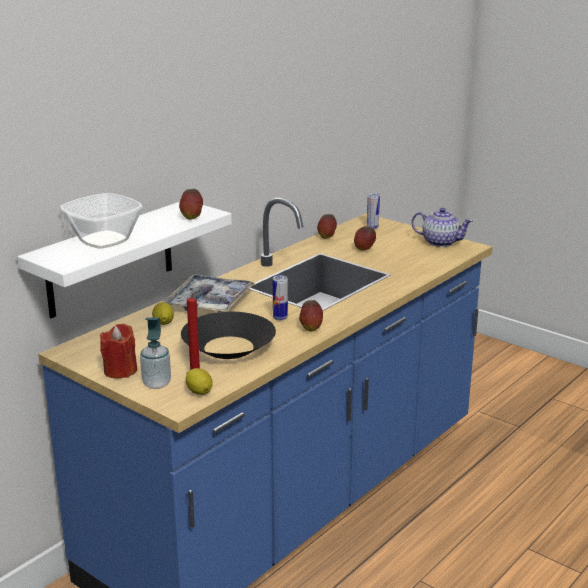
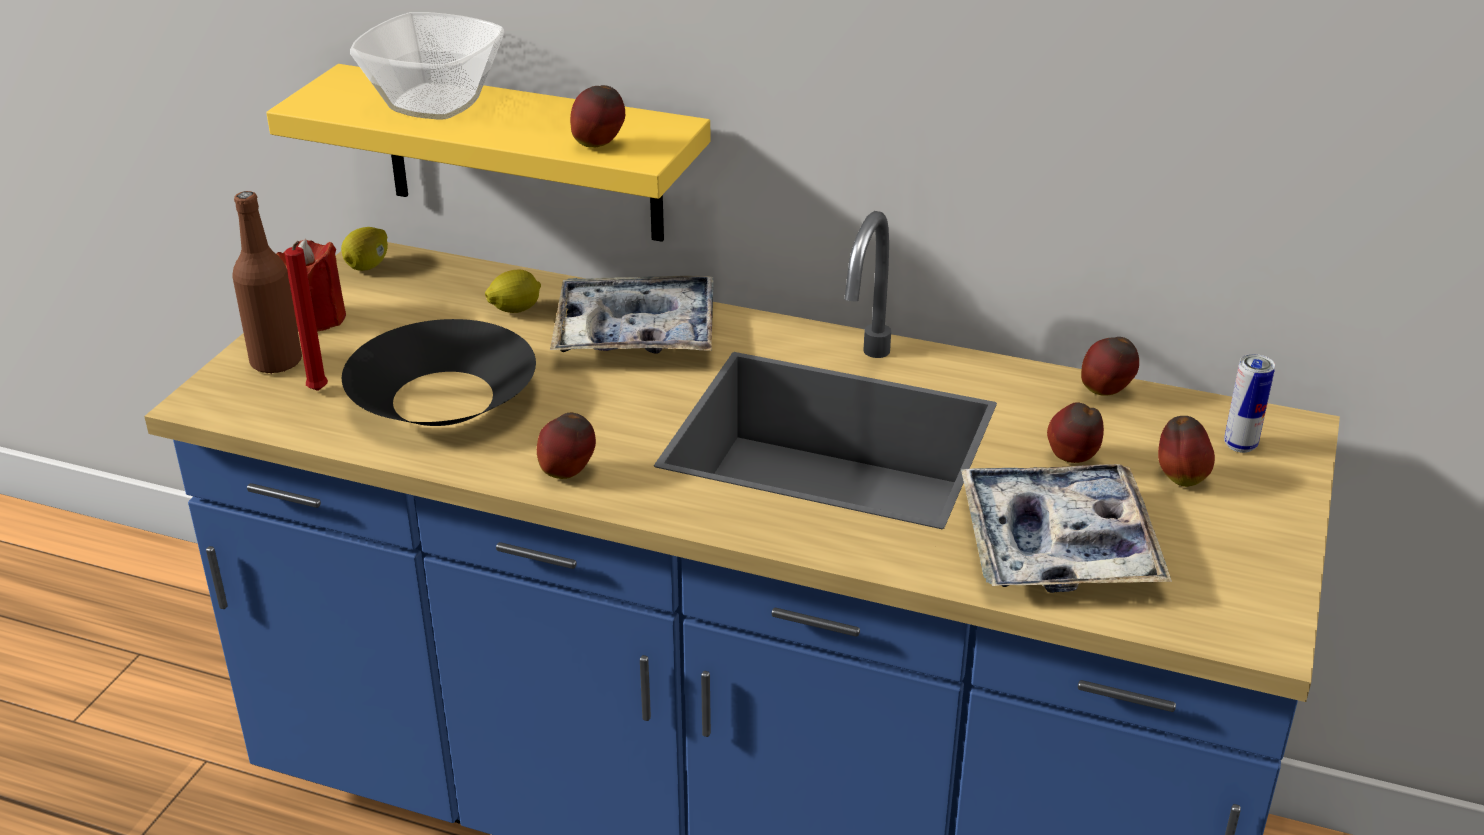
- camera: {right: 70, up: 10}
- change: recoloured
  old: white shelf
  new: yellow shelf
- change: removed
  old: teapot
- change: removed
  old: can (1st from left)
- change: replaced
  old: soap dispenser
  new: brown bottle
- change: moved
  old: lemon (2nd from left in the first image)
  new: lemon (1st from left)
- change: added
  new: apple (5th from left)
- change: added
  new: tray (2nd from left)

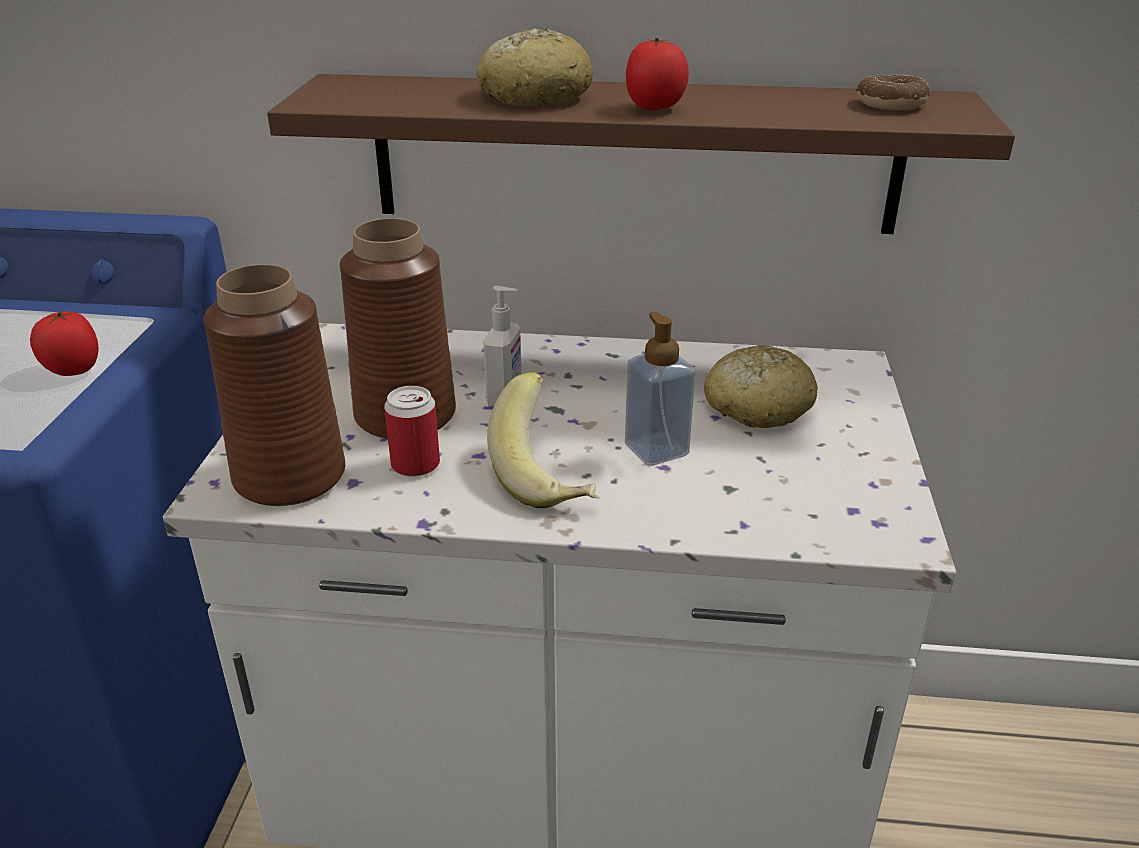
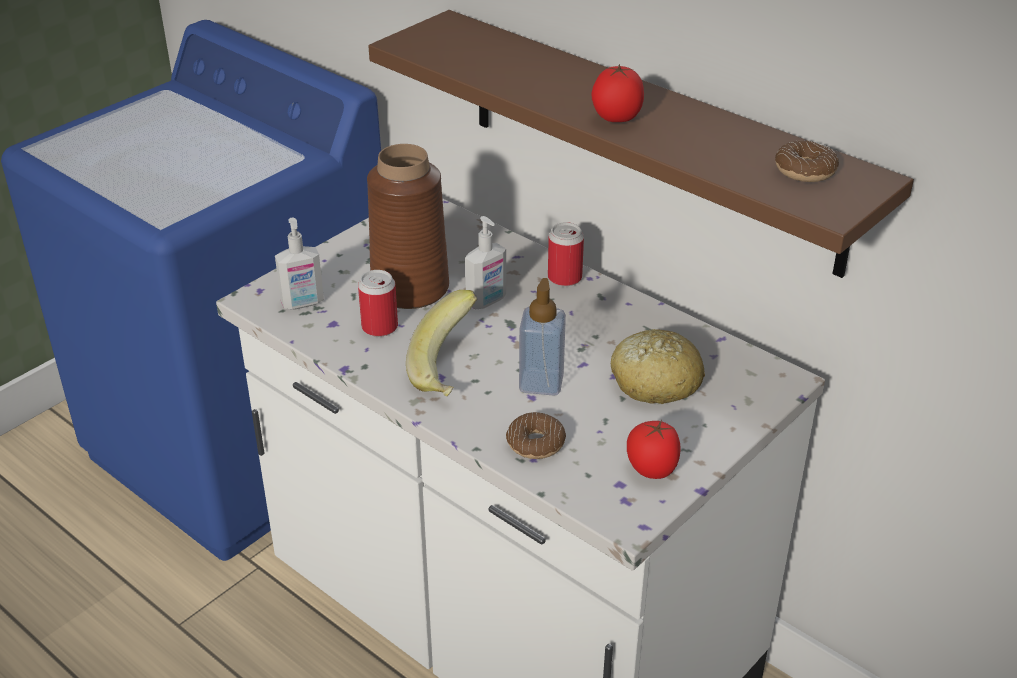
- camera: {right: 35, up: 5}
- change: removed
  old: bread (1st from left)
- change: replaced
  old: brown vase (1st from left)
  new: soap dispenser (1st from left)
- change: moved
  old: tomato (1st from left in the first image)
  new: tomato (2nd from left)
- change: added
  new: can (2nd from left)
- change: added
  new: donut (1st from left)

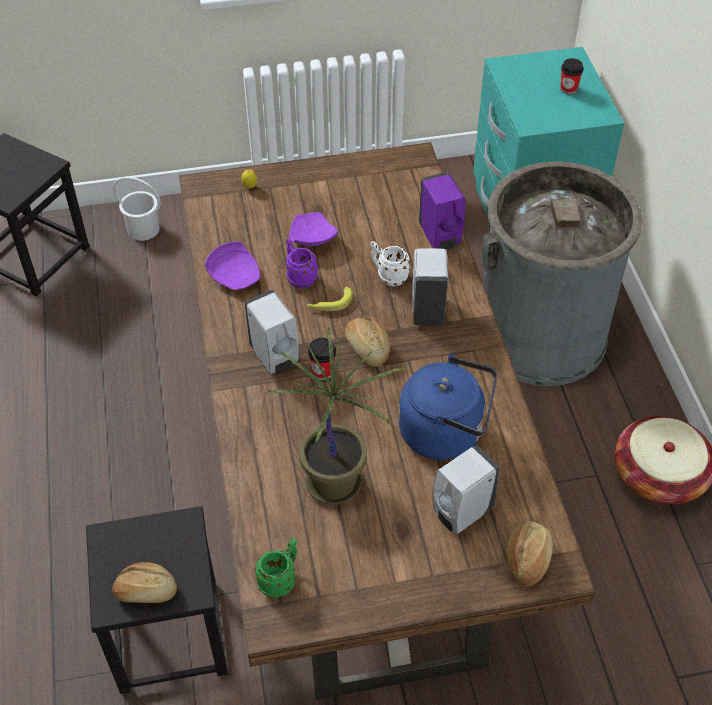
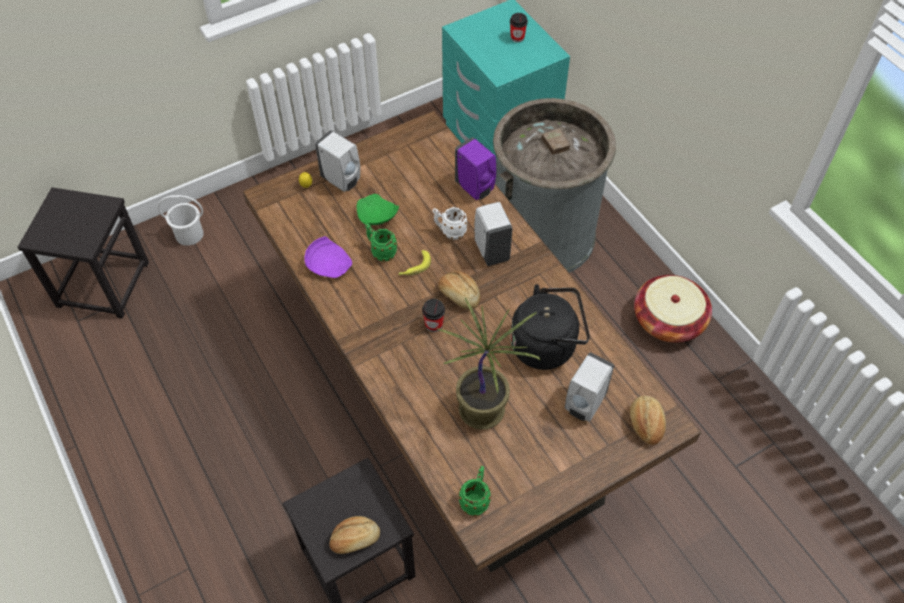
- camera: {right: -20, up: 5}
- change: recoloured
  old: purple plate (2nd from left)
  new: green plate
- change: recoloured
  old: purple mug
  new: green mug (1st from left)
- change: moved
  old: white soap dispenser (1st from left)
- change: recoloured
  old: blue kettle
  new: black kettle

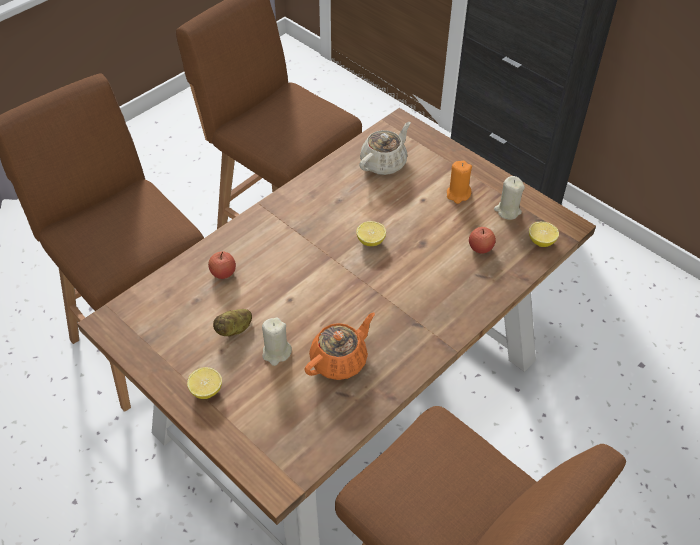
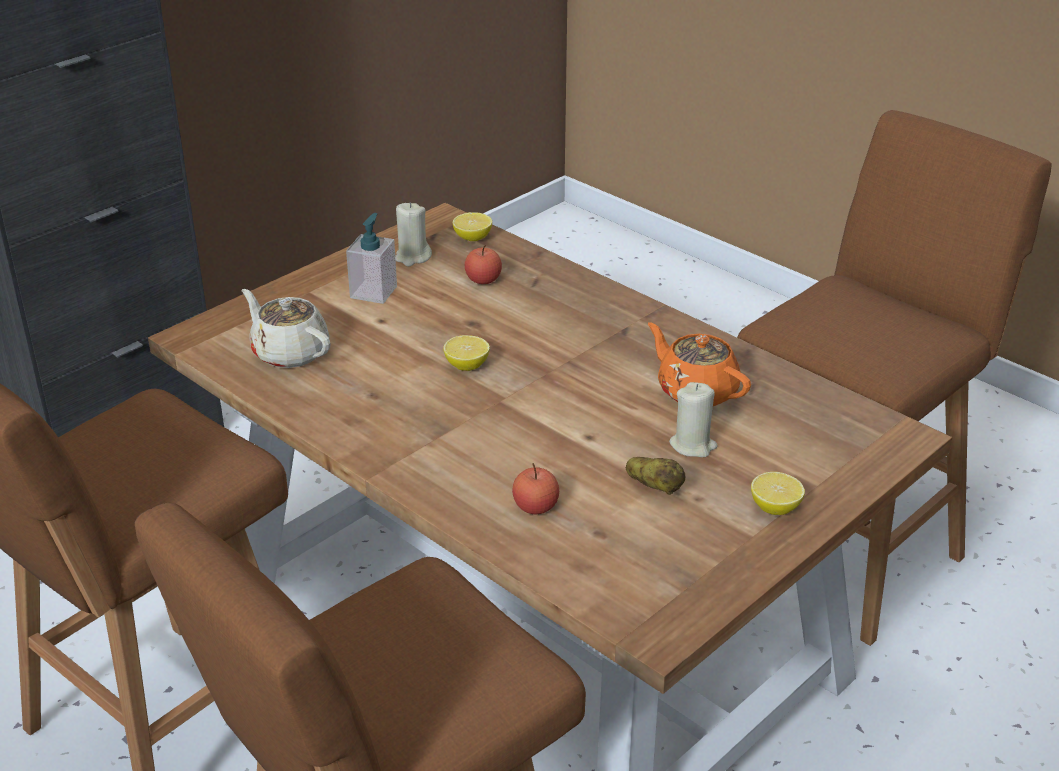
- camera: {right: -90, up: -15}
- change: replaced
  old: orange candle
  new: soap dispenser

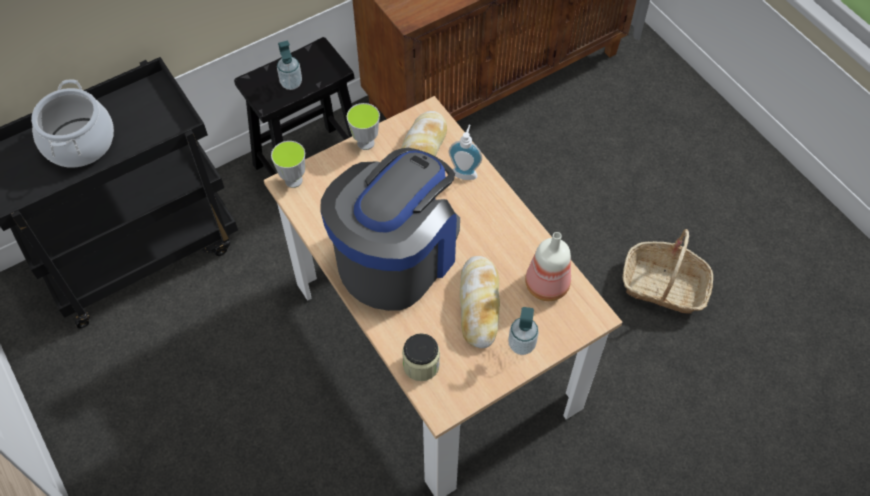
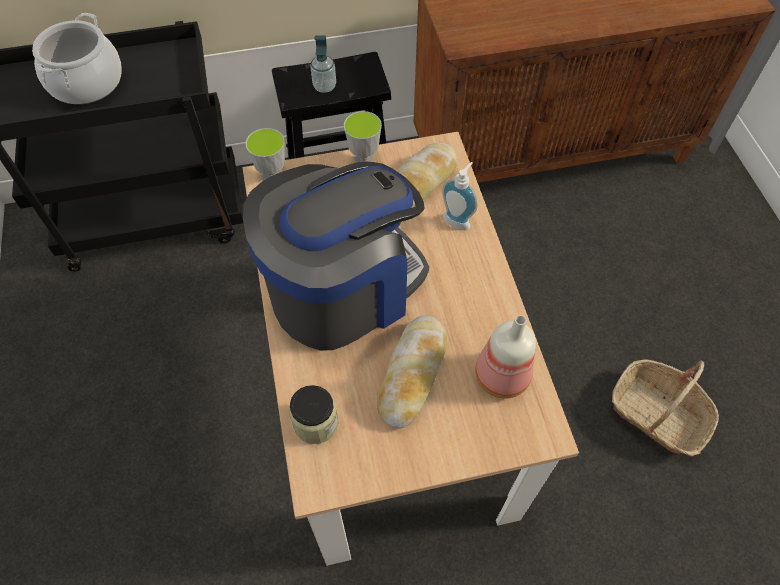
- camera: {right: 20, up: 0}
- change: removed
  old: soap dispenser (3rd from left)

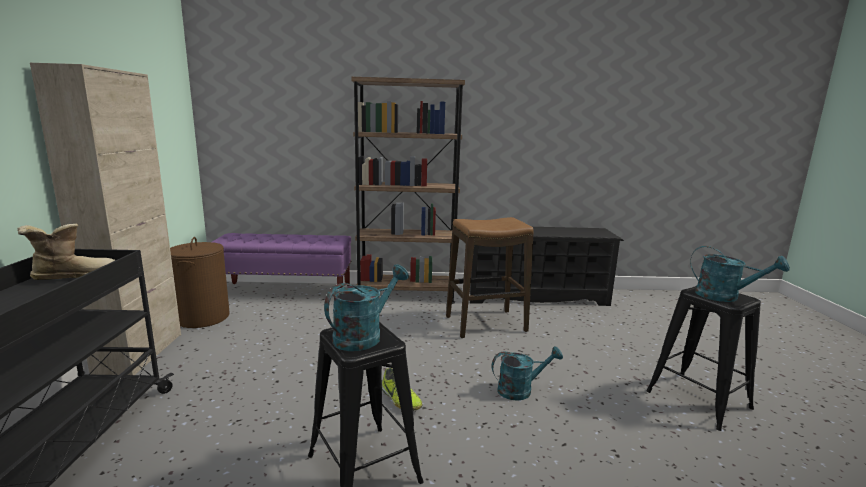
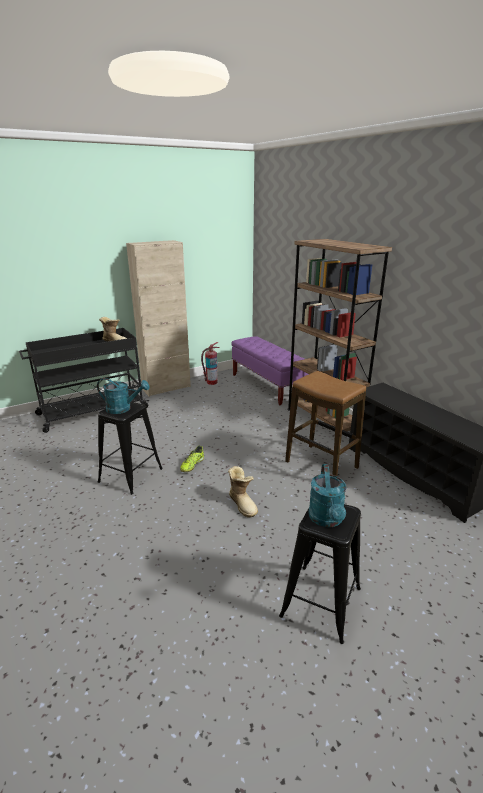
- camera: {right: 60, up: 10}
- change: replaced
  old: brown laundry basket
  new: fire extinguisher
- change: replaced
  old: turquoise watering can (2nd from left)
  new: boot (2nd from left)

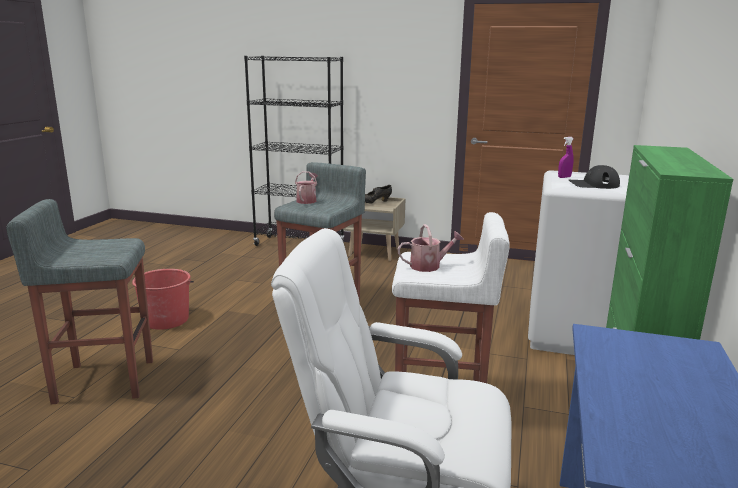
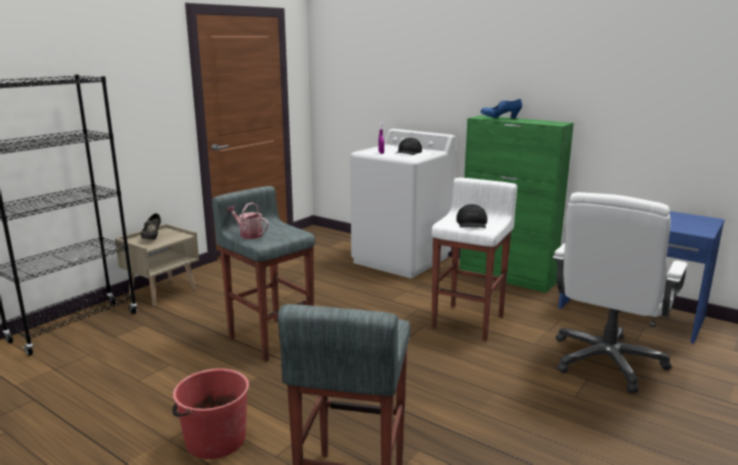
- camera: {right: -70, up: 0}
- change: replaced
  old: watering can (2nd from left)
  new: black cap (2nd from left)
- change: added
  new: blue shoe

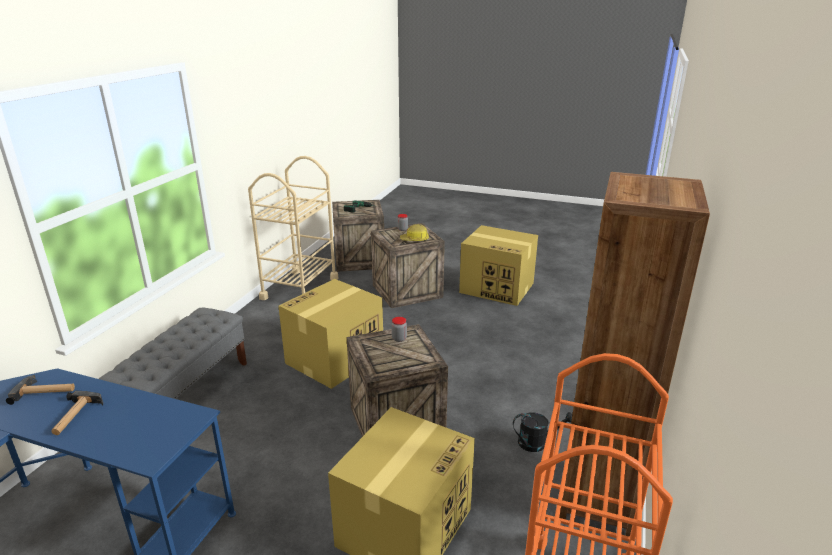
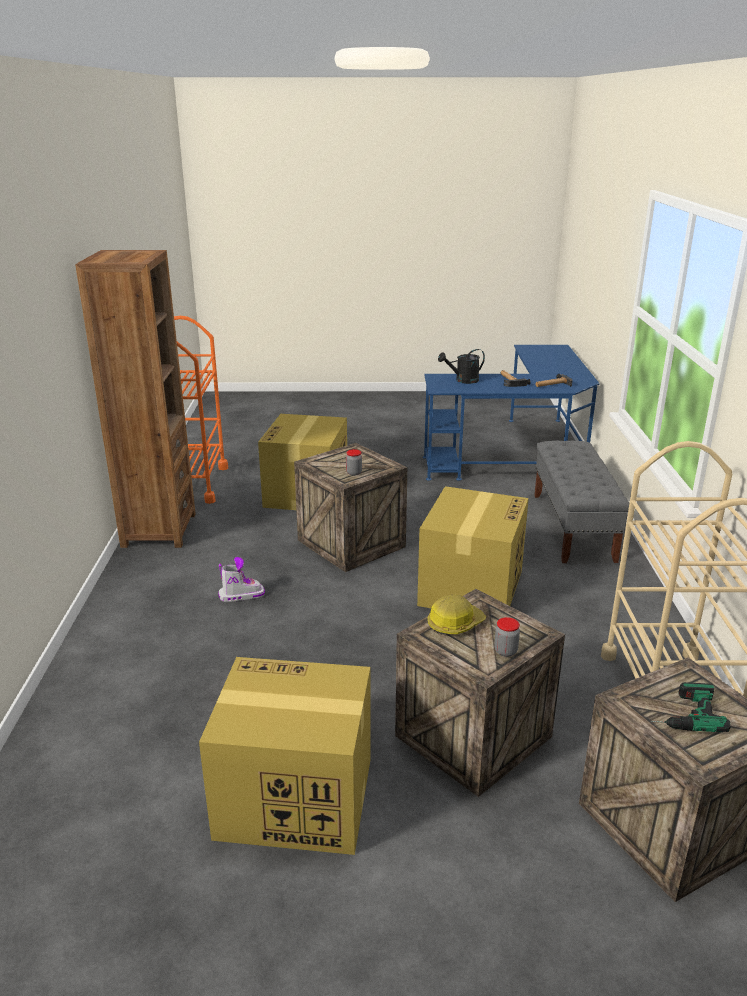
- camera: {right: 160, up: 0}
- change: moved
  old: black watering can
- change: added
  new: boot

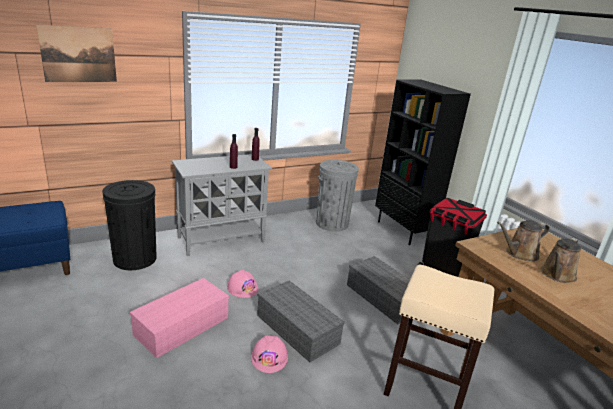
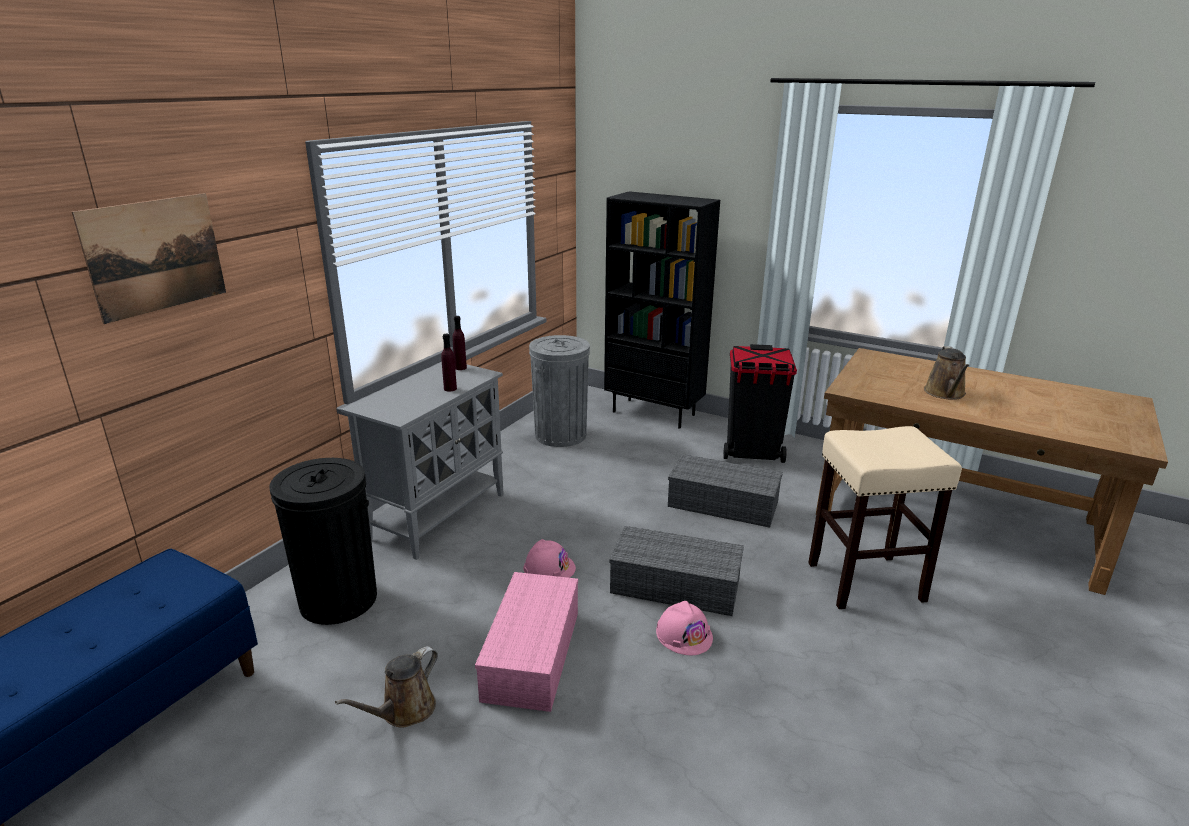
- camera: {right: -30, up: 0}
- change: moved
  old: brown watering can (1st from left)

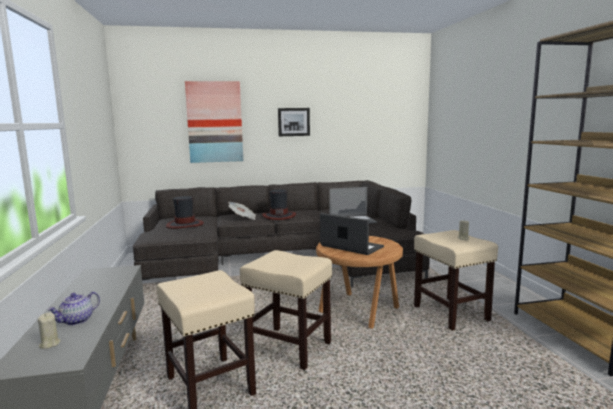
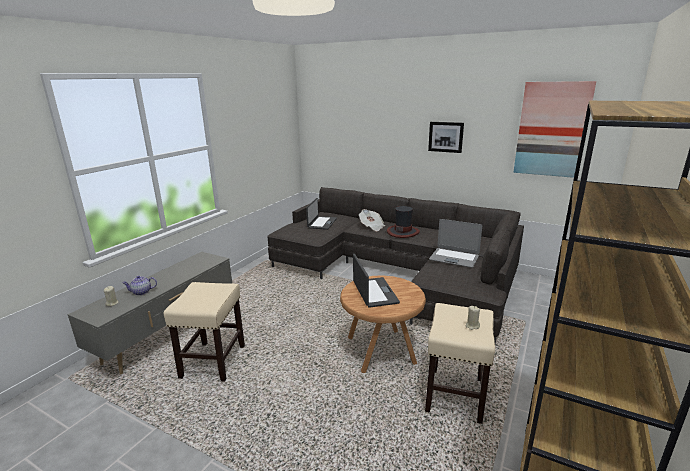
- camera: {right: 40, up: 10}
- change: moved
  old: picture (1st from left in the first image)
  new: picture (2nd from left)
- change: replaced
  old: hat (1st from left)
  new: laptop (1st from left)
- change: removed
  old: beige stool (2nd from left)

